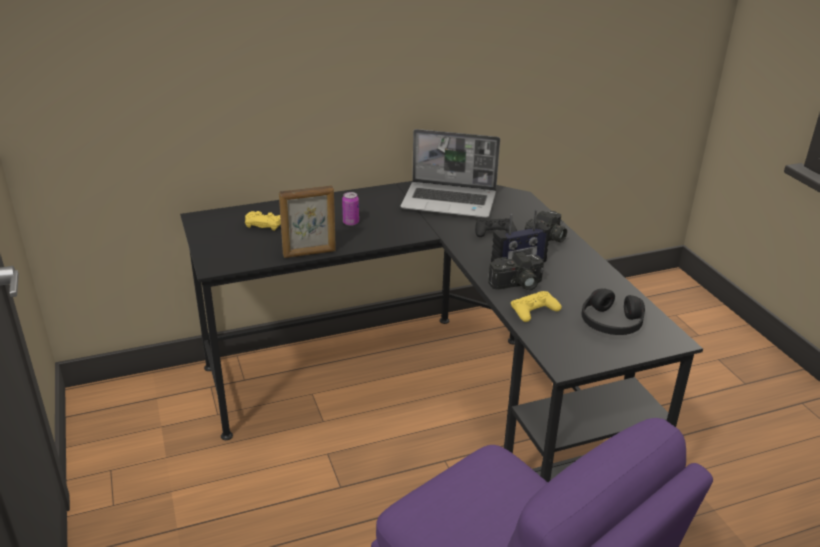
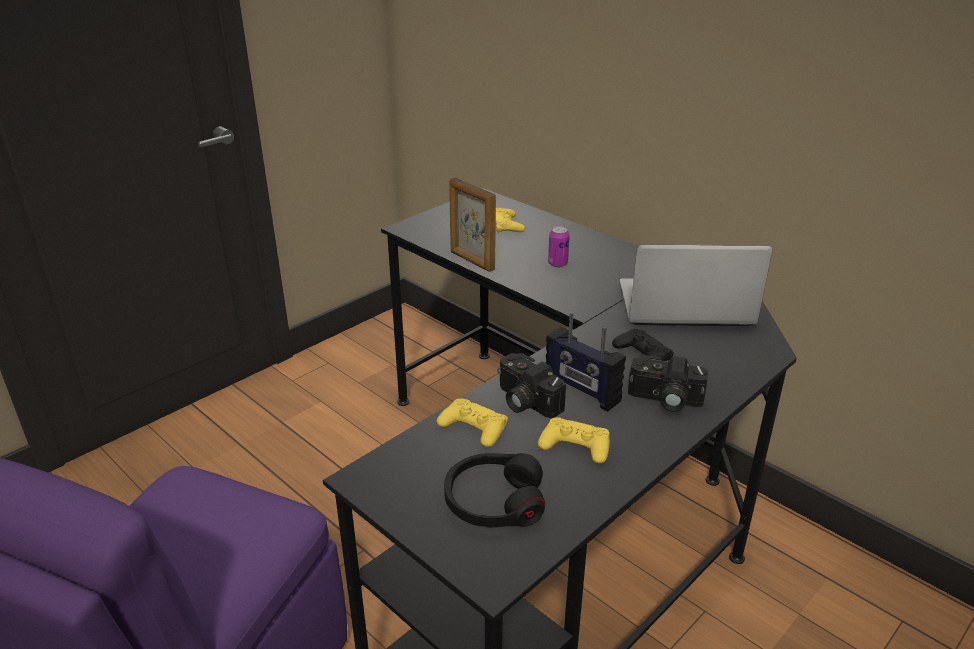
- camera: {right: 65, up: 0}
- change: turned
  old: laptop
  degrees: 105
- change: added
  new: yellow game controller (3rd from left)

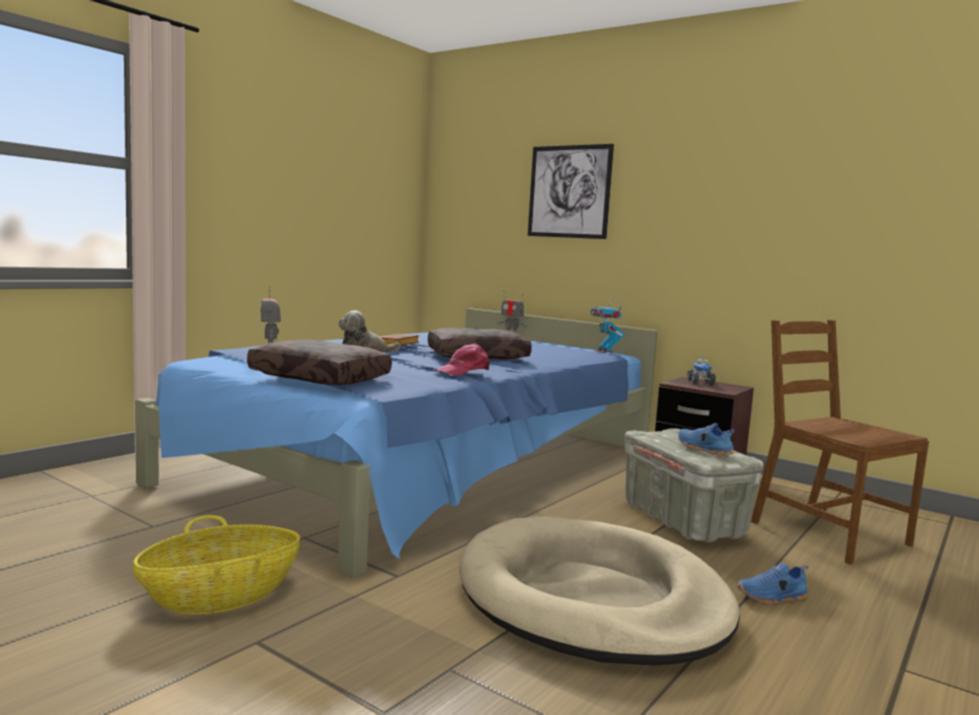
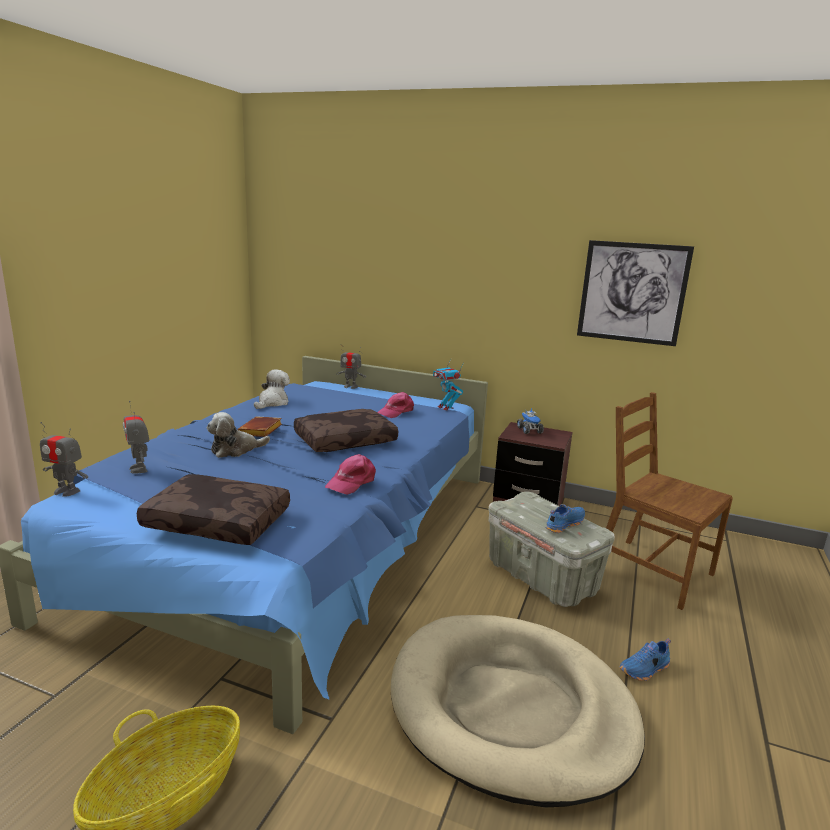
- camera: {right: -15, up: 10}
- change: moved
  old: picture
- change: turned
  old: blue shoe (1st from left)
  degrees: 105
- change: added
  new: plush toy (2nd from left)
- change: added
  new: pink cap (2nd from left)
- change: added
  new: toy robot (1st from left)

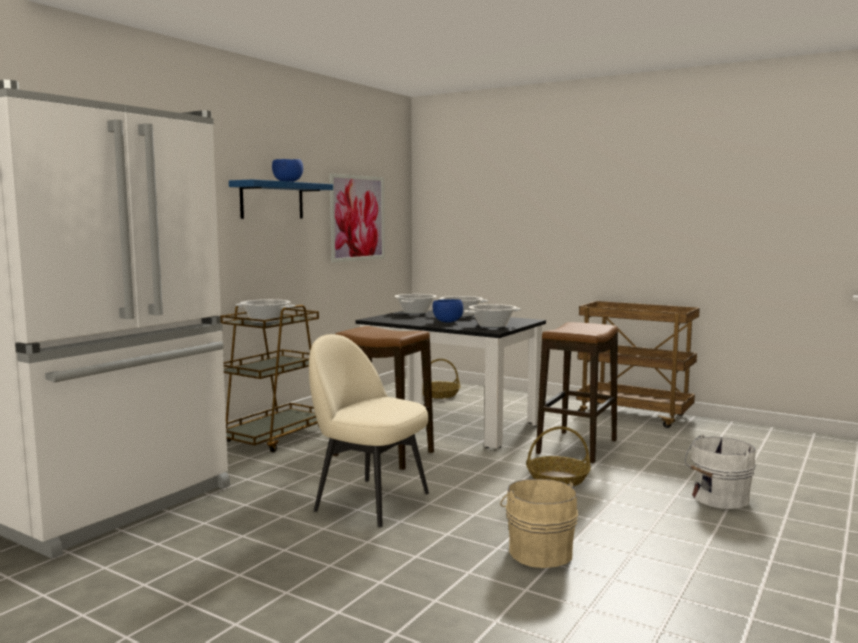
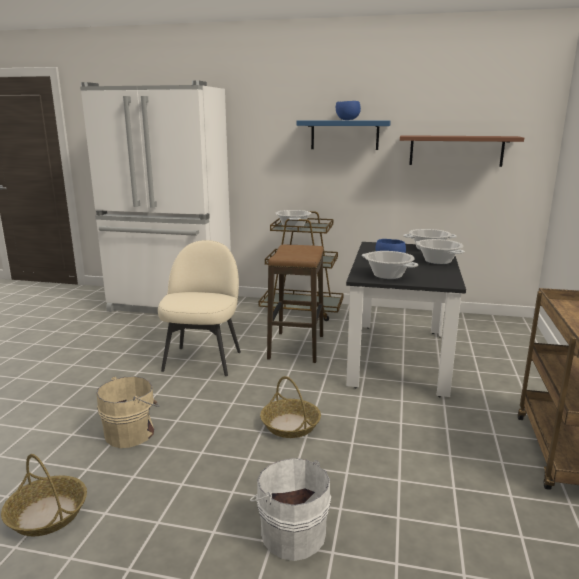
- camera: {right: 70, up: 10}
- change: replaced
  old: picture
  new: brown shelf
- change: removed
  old: stool (2nd from left)
- change: moved
  old: basket (1st from left)

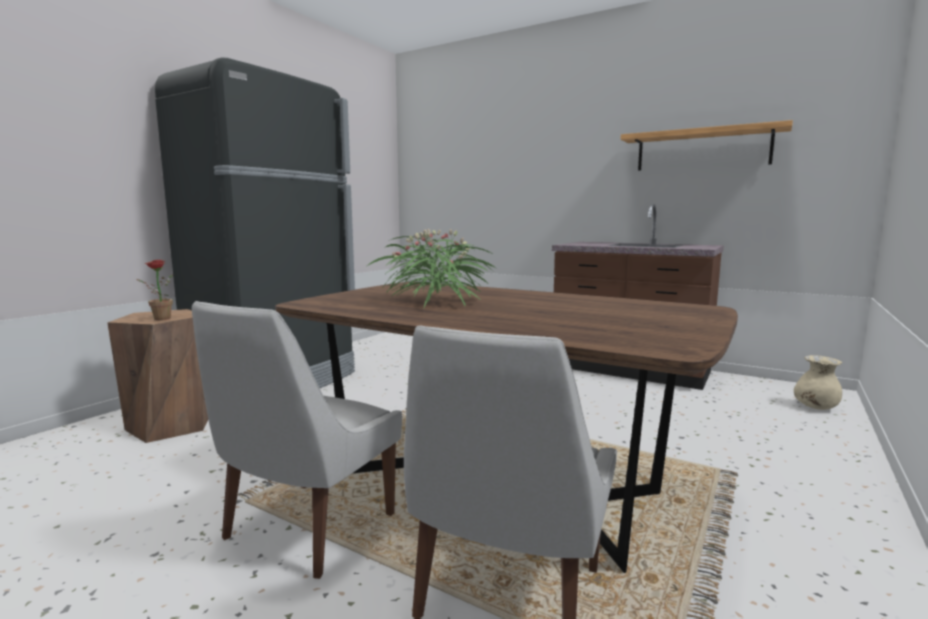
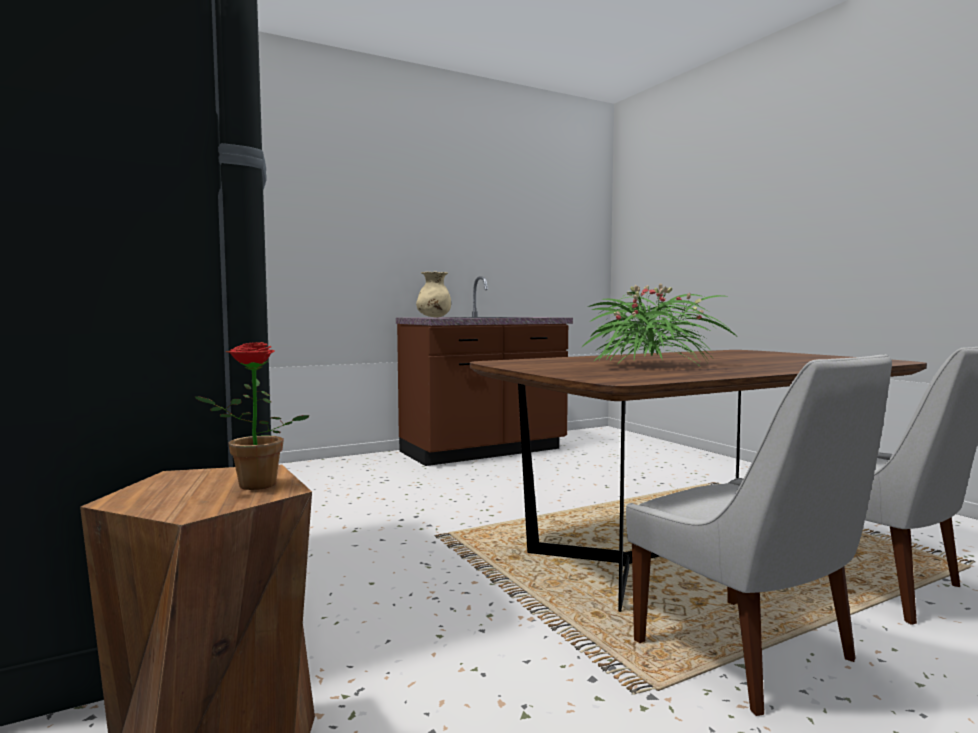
- camera: {right: -60, up: -5}
- change: removed
  old: shelf
- change: moved
  old: beige vase

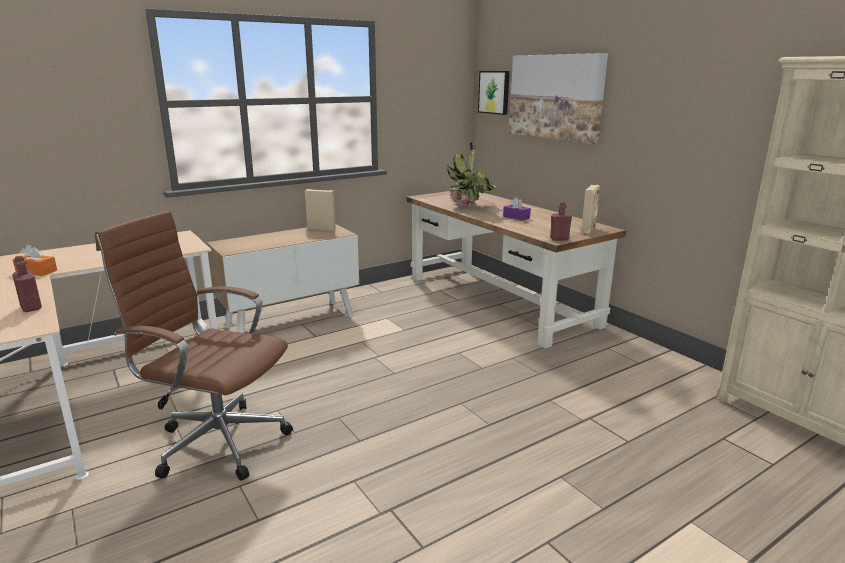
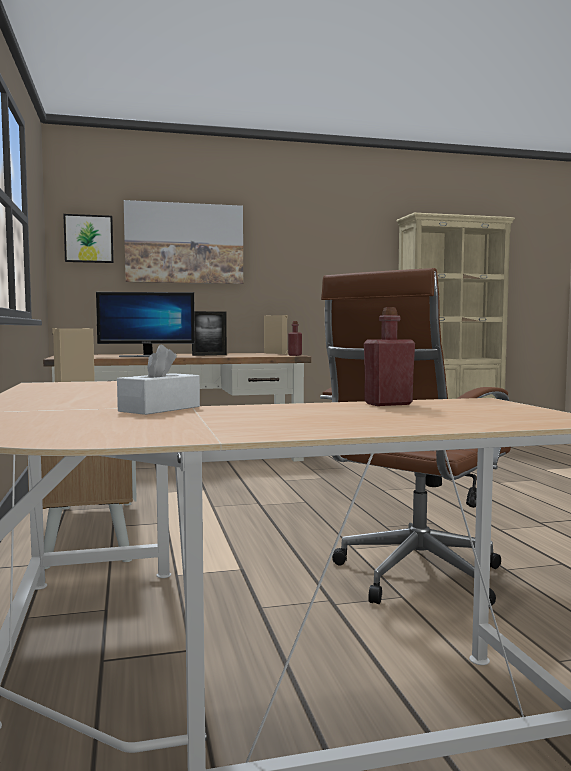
- camera: {right: -70, up: -15}
- change: replaced
  old: potted plant
  new: monitor
- change: replaced
  old: purple tissue box
  new: picture frame
- change: recoloured
  old: orange tissue box
  new: white tissue box

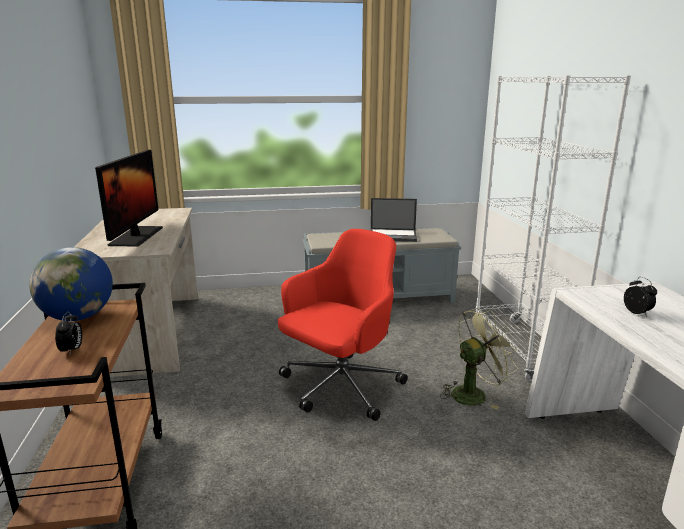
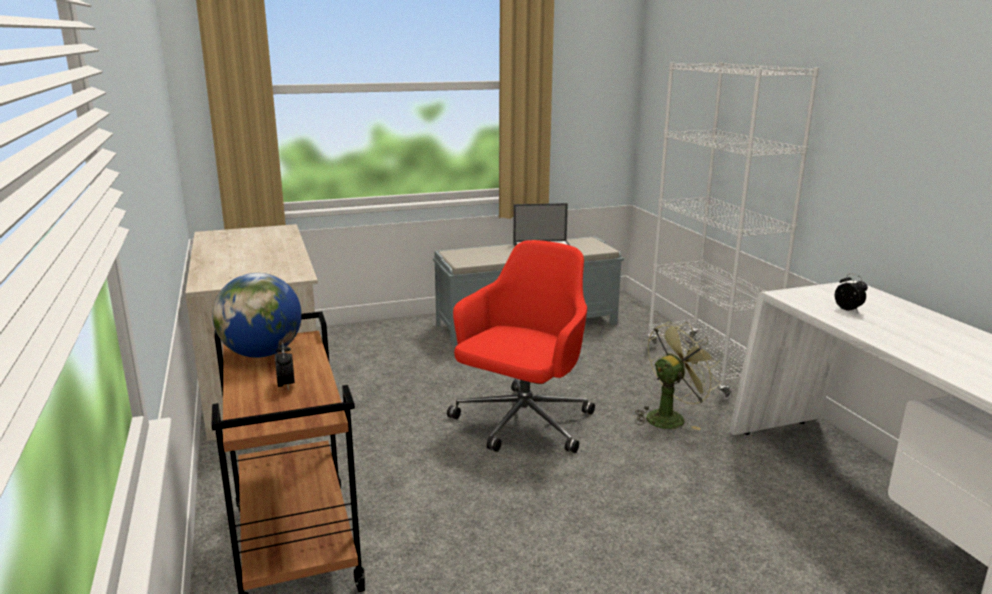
- camera: {right: -10, up: 0}
- change: removed
  old: monitor

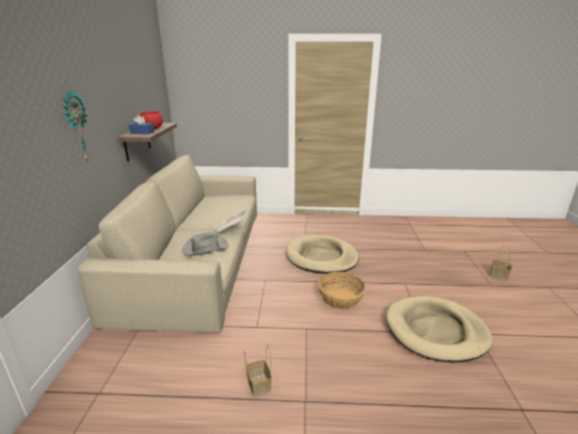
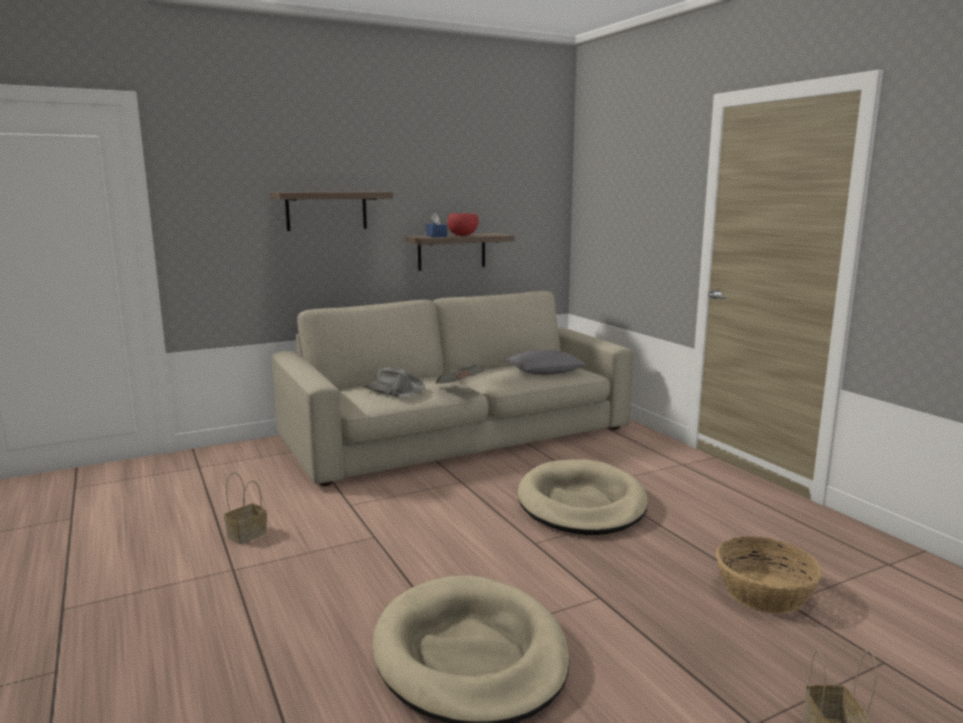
- camera: {right: 60, up: -10}
- change: replaced
  old: wall clock
  new: shelf (1st from left)
- change: moved
  old: basket (2nd from left)
- change: added
  new: grey pillow

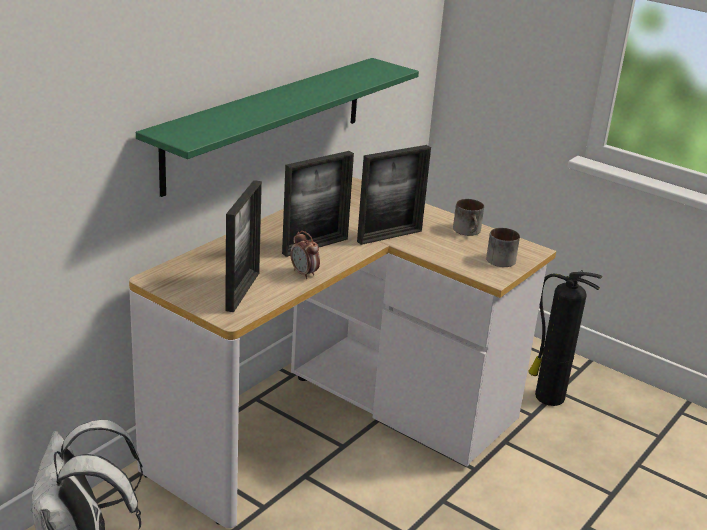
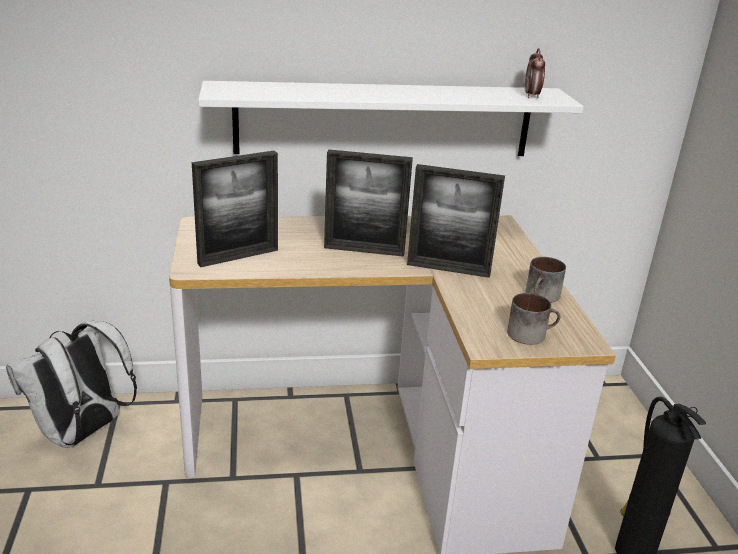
- camera: {right: 45, up: 0}
- change: recoloured
  old: green shelf
  new: white shelf
- change: moved
  old: alarm clock

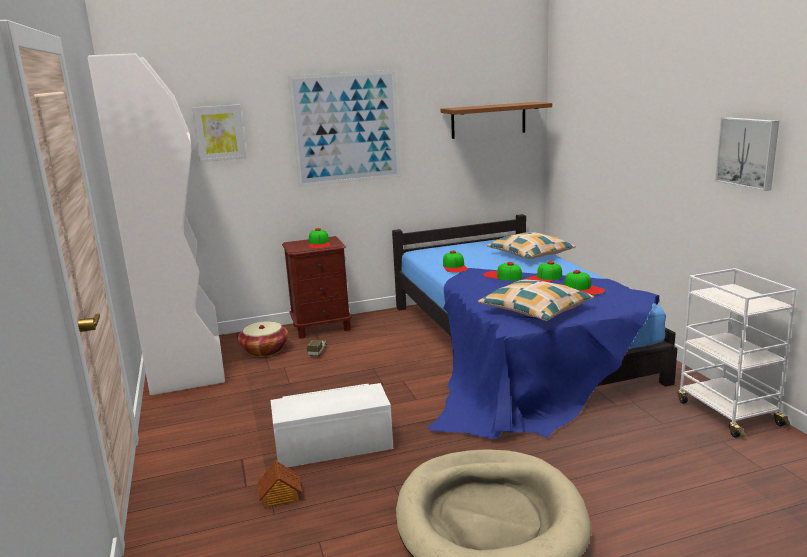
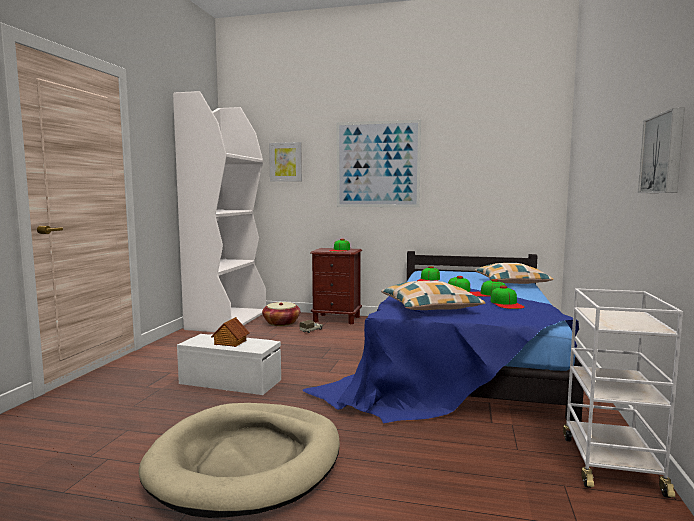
- camera: {right: 30, up: -10}
- change: removed
  old: brown shelf
- change: moved
  old: toy house

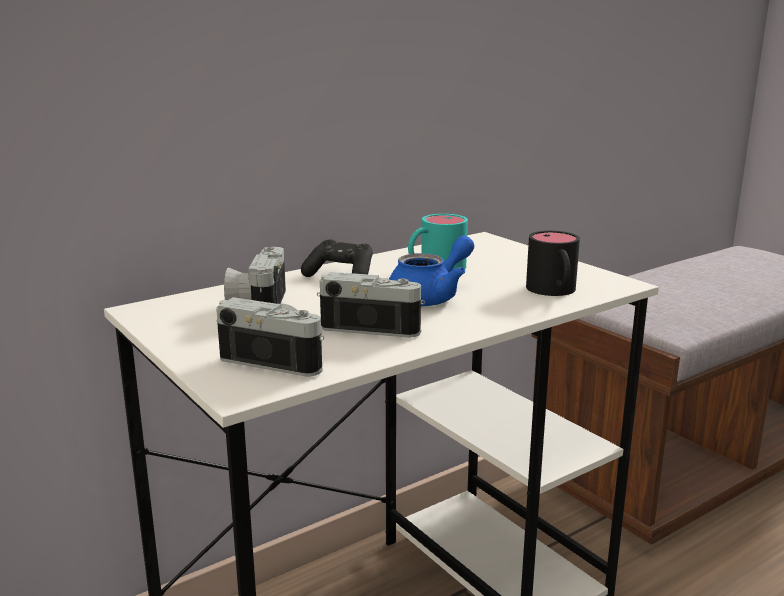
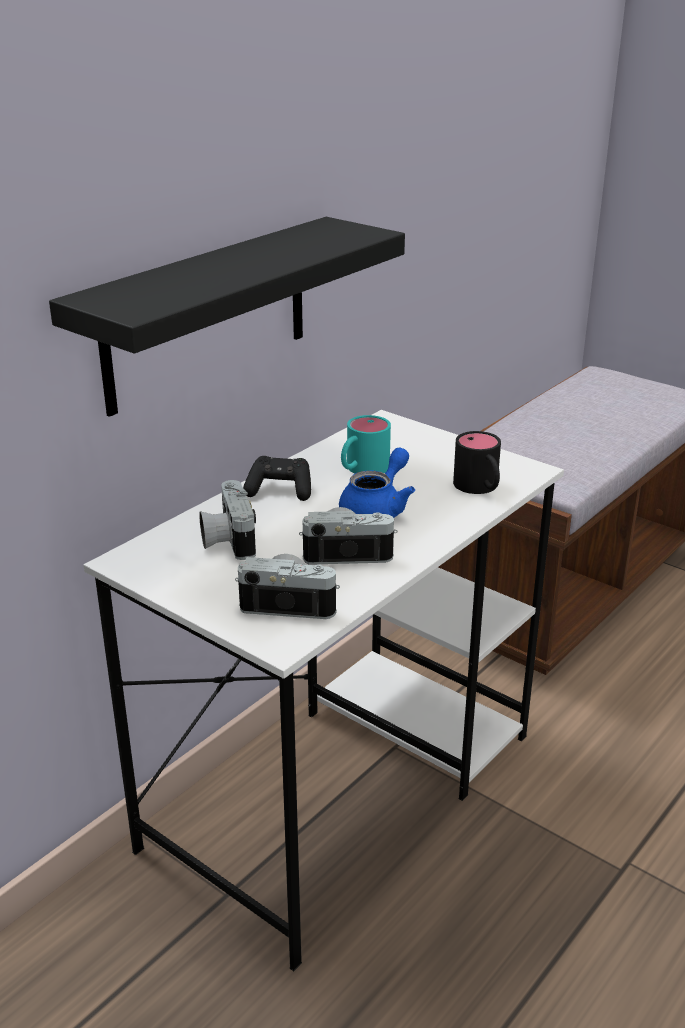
- camera: {right: -15, up: 10}
- change: added
  new: black shelf

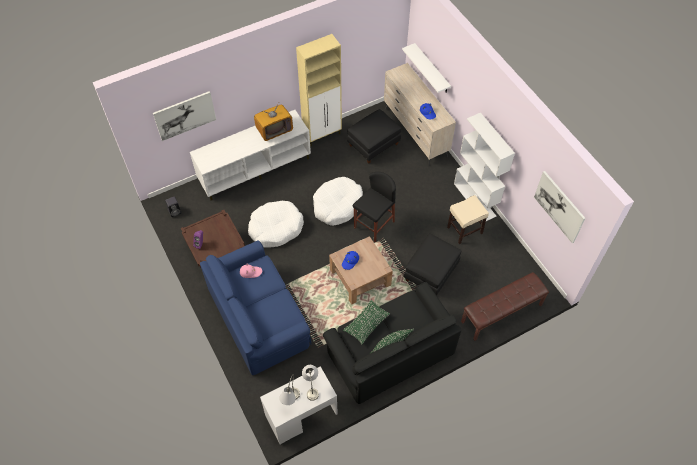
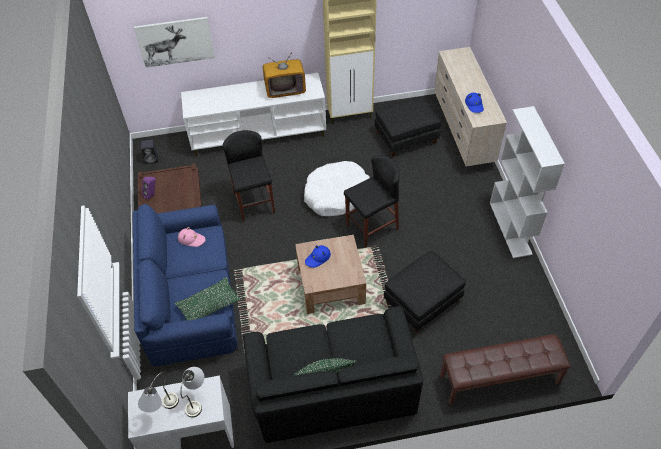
- camera: {right: 20, up: -5}
- change: removed
  old: white shelf
- change: removed
  old: picture (2nd from left)
- change: removed
  old: beige stool
- change: replaced
  old: white dog bed (1st from left)
  new: black stool (1st from left)
- change: moved
  old: green pillow (1st from left)

